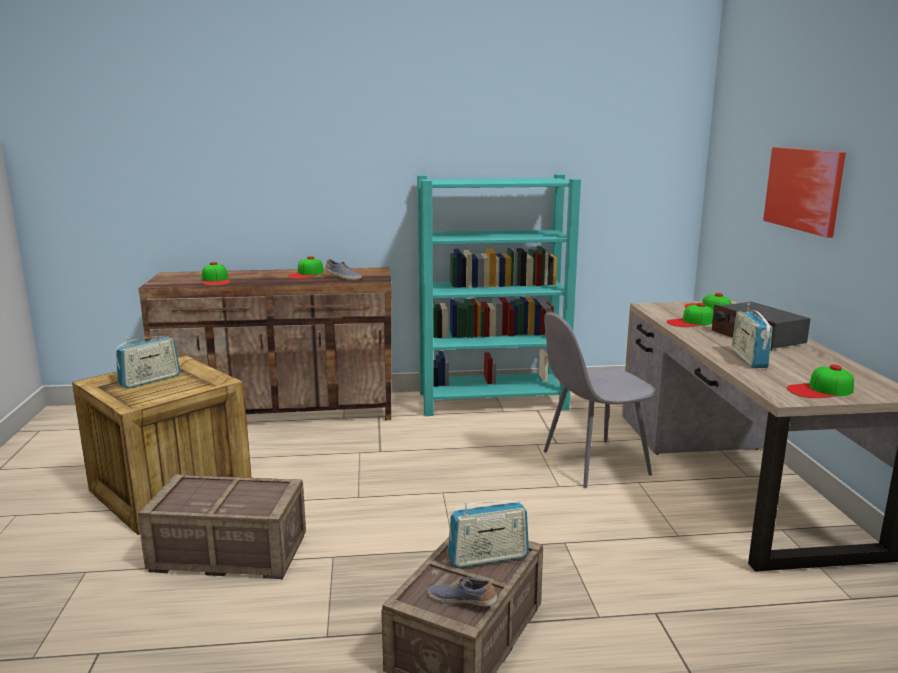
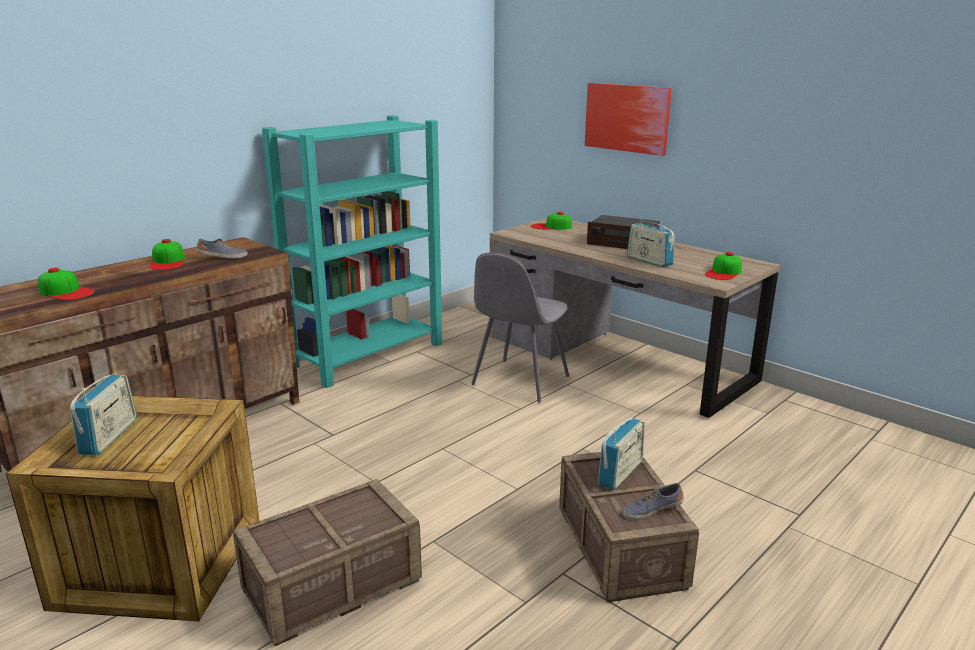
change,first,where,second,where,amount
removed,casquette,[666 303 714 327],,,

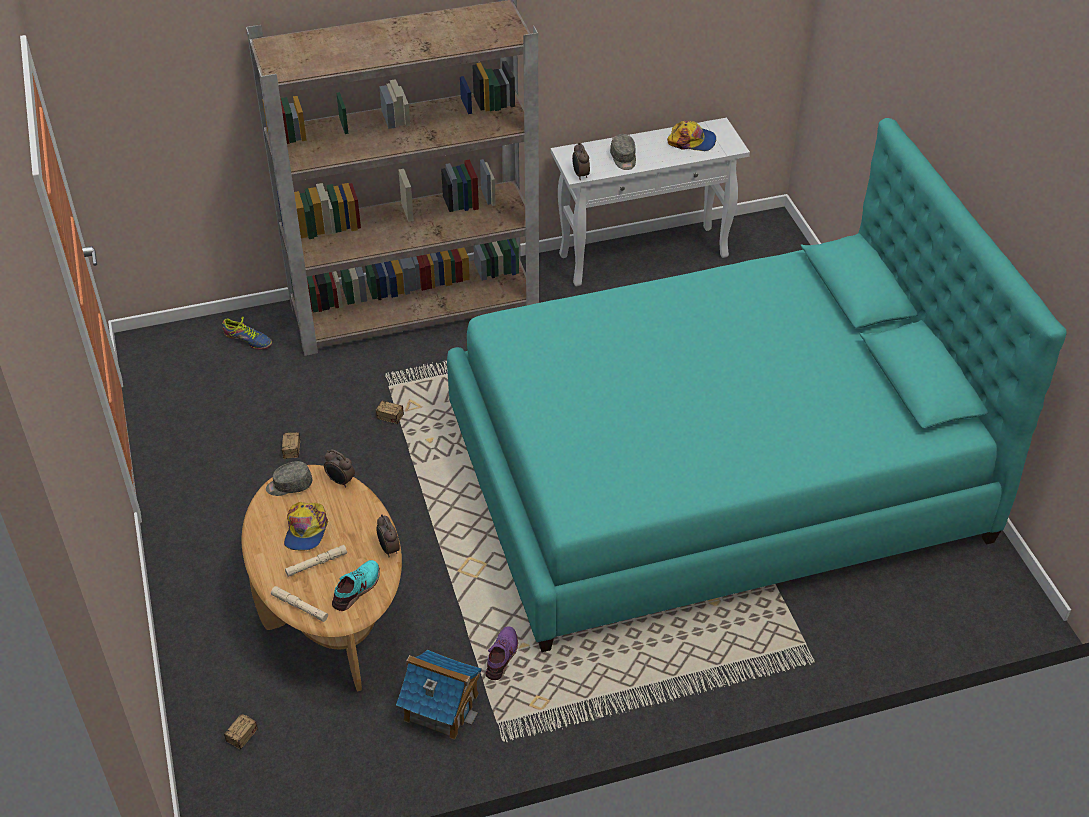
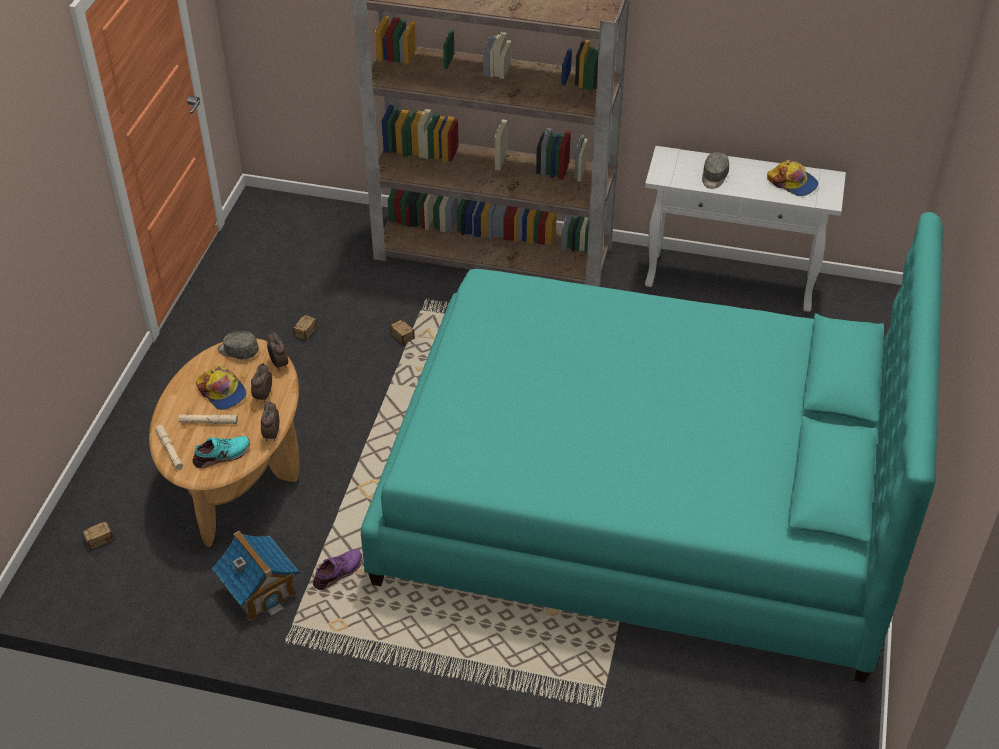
change,first,where,second,where,amount
removed,chaussure,[222 316 272 350],,,
moved,réveil,[572 142 590 180],,[251 363 272 402],
turned,casquette,[284 502 328 551],,[196 366 246 410],75 degrees counterclockwise

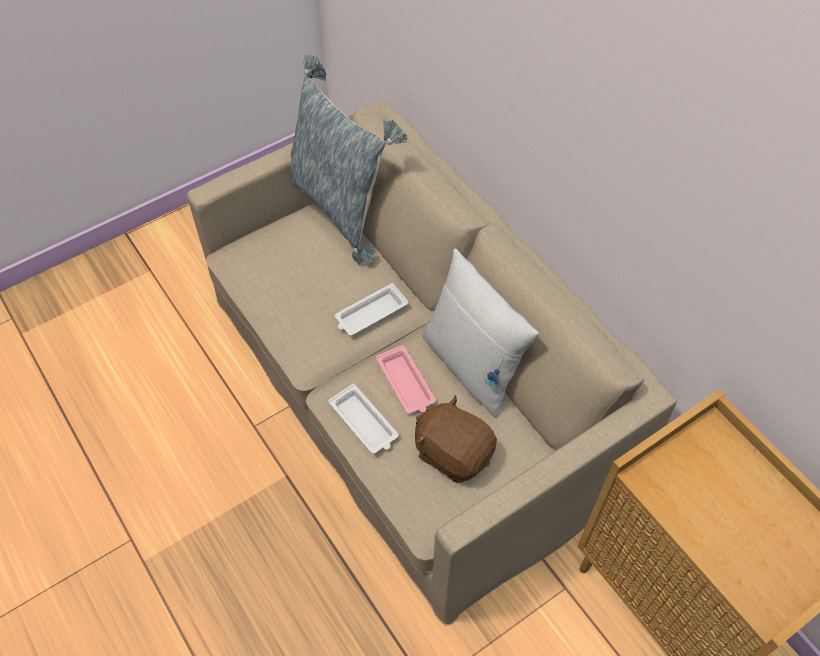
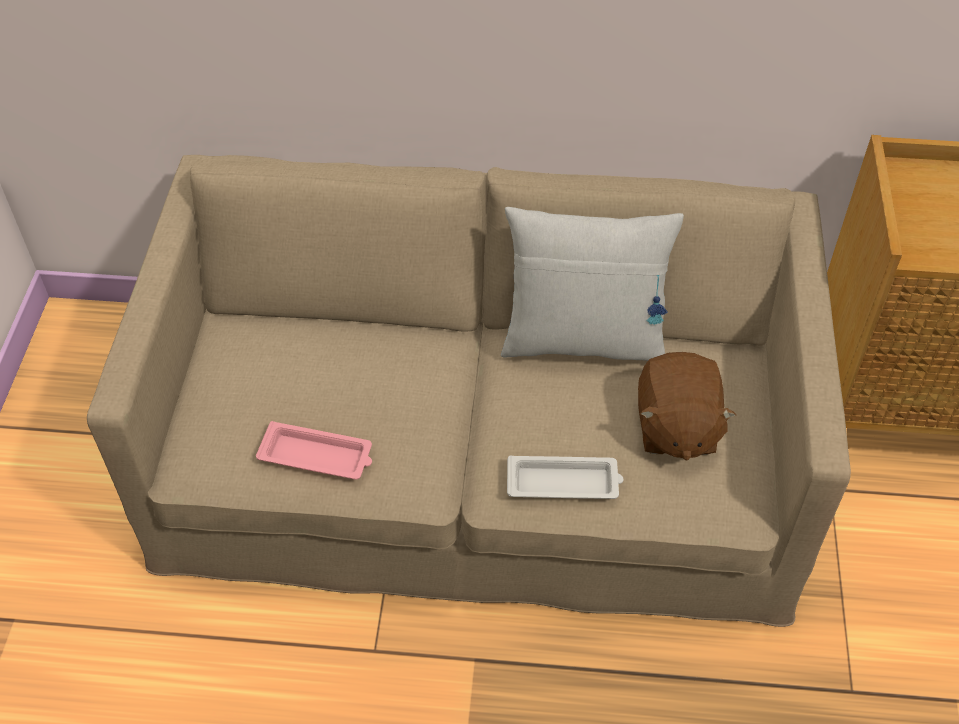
change,first,where,second,where,amount
removed,coussin,[290 55 408 265],,,
removed,plateau/blanc,[335 283 409 336],,,
moved,plateau/rose,[376 345 436 414],,[256 421 372 480],
turned,peluche/marron,[415 395 497 483],,[638 352 736 461],75 degrees counterclockwise

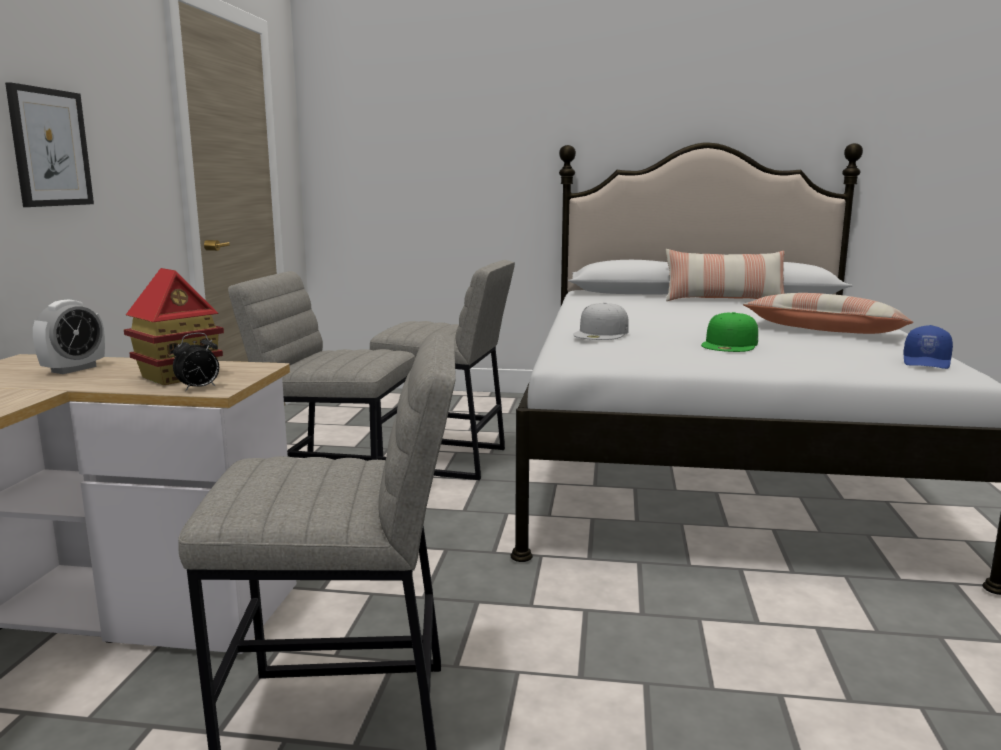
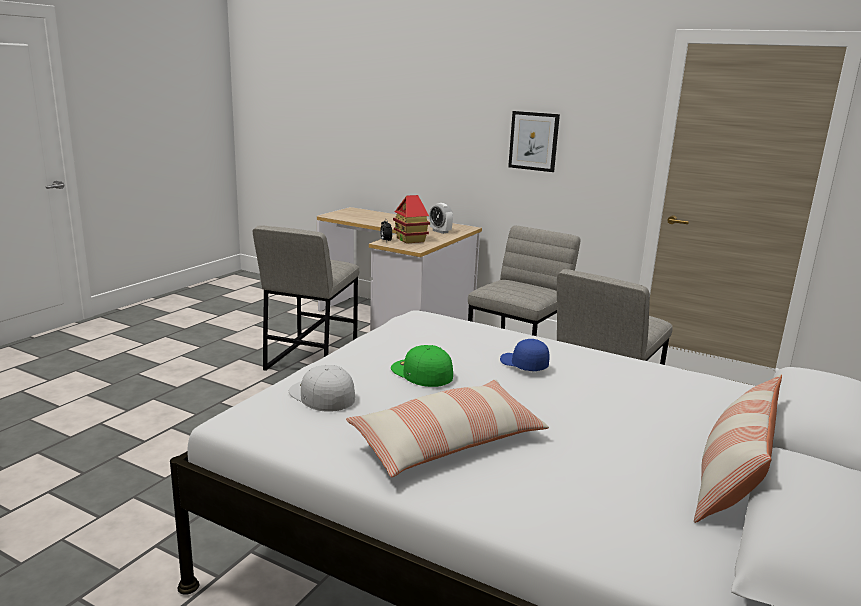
change,first,where,second,where,amount
moved,casquette/blanc,[573 302 629 340],,[289 365 355 412],
moved,casquette/bleu,[903 325 953 369],,[500 339 550 371],

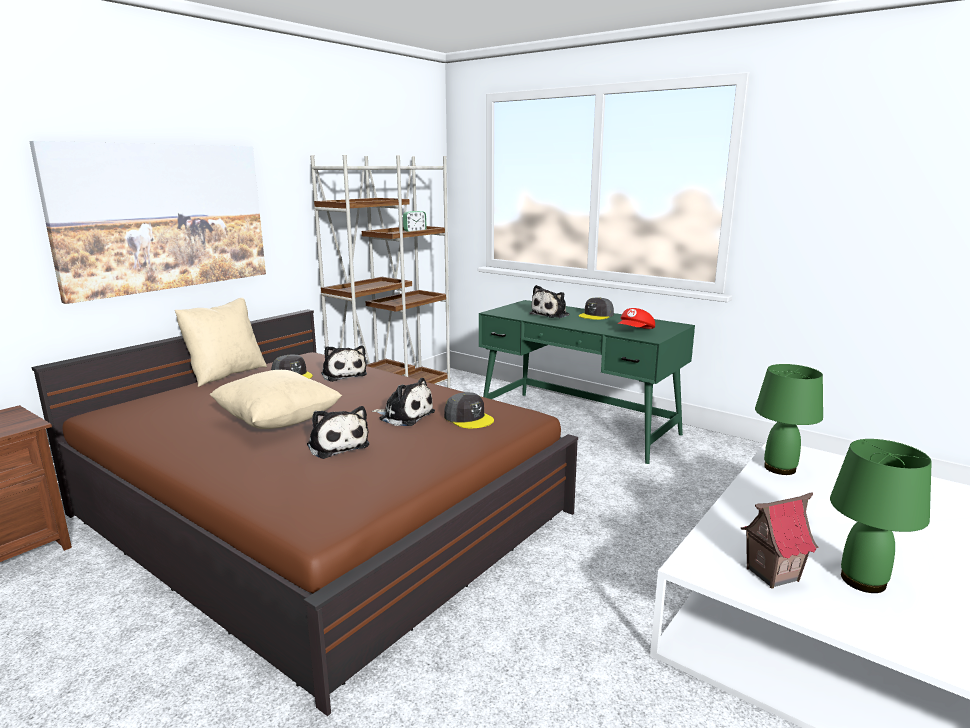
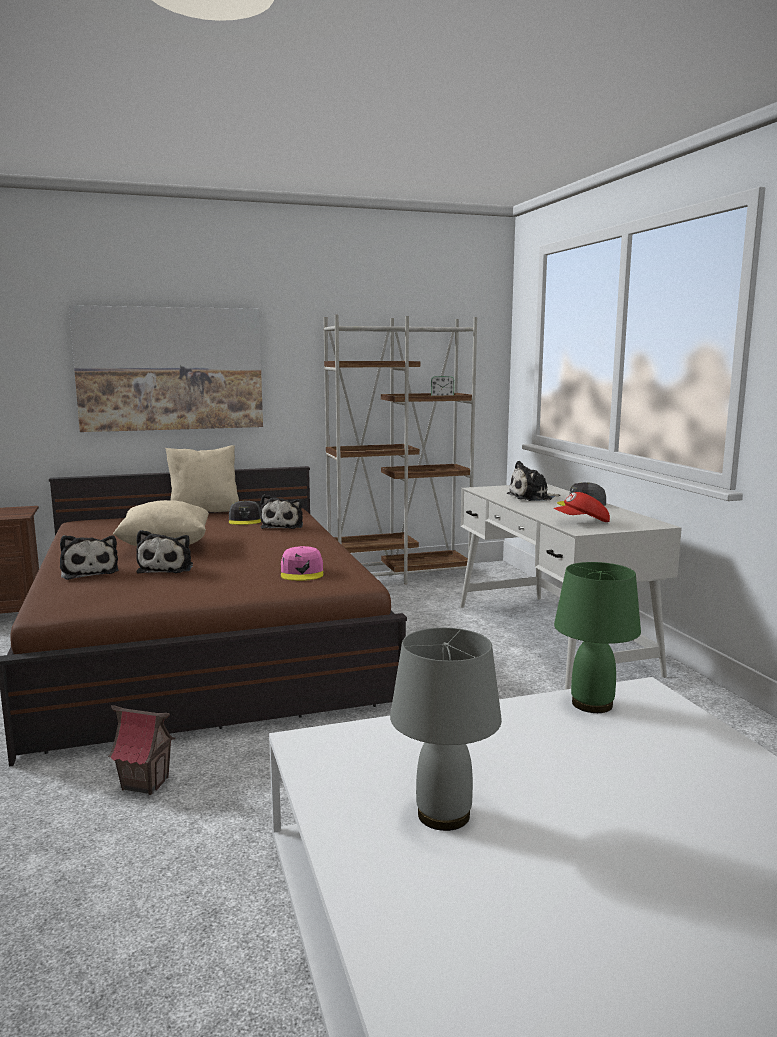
change,first,where,second,where,amount
moved,peluche,[372 378 435 426],,[60 535 119 580],
moved,maison miniature,[741 492 819 589],,[108 705 176 795],
recoloured,casquette/gris,[444 392 494 428],casquette/rose,[281 546 324 581],
recoloured,bureau/vert,[479 300 695 464],bureau/blanc,[460 484 682 690],
recoloured,lampe de table/vert,[830 439 932 593],lampe de table/gris,[390 628 502 831],

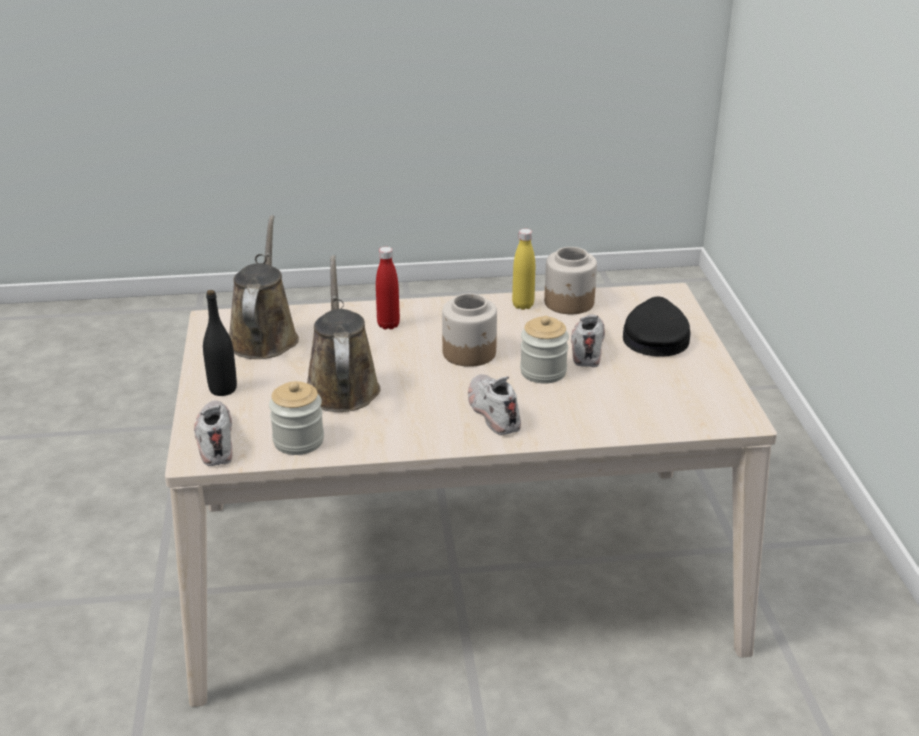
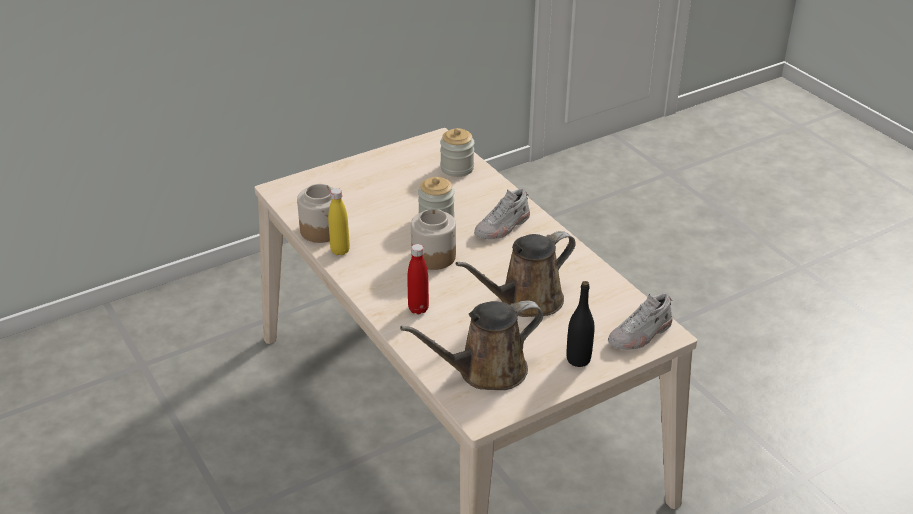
change,first,where,second,where,amount
removed,chaussure/blanc,[571 314 605 367],,,
removed,casquette/noir,[623 297 691 357],,,
moved,bocal,[269 381 324 455],,[440 128 475 177],

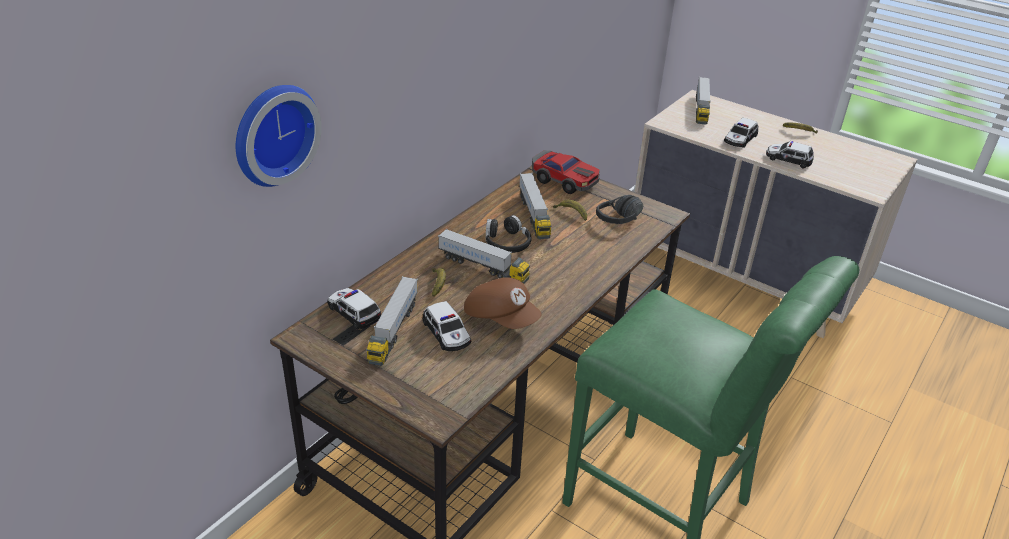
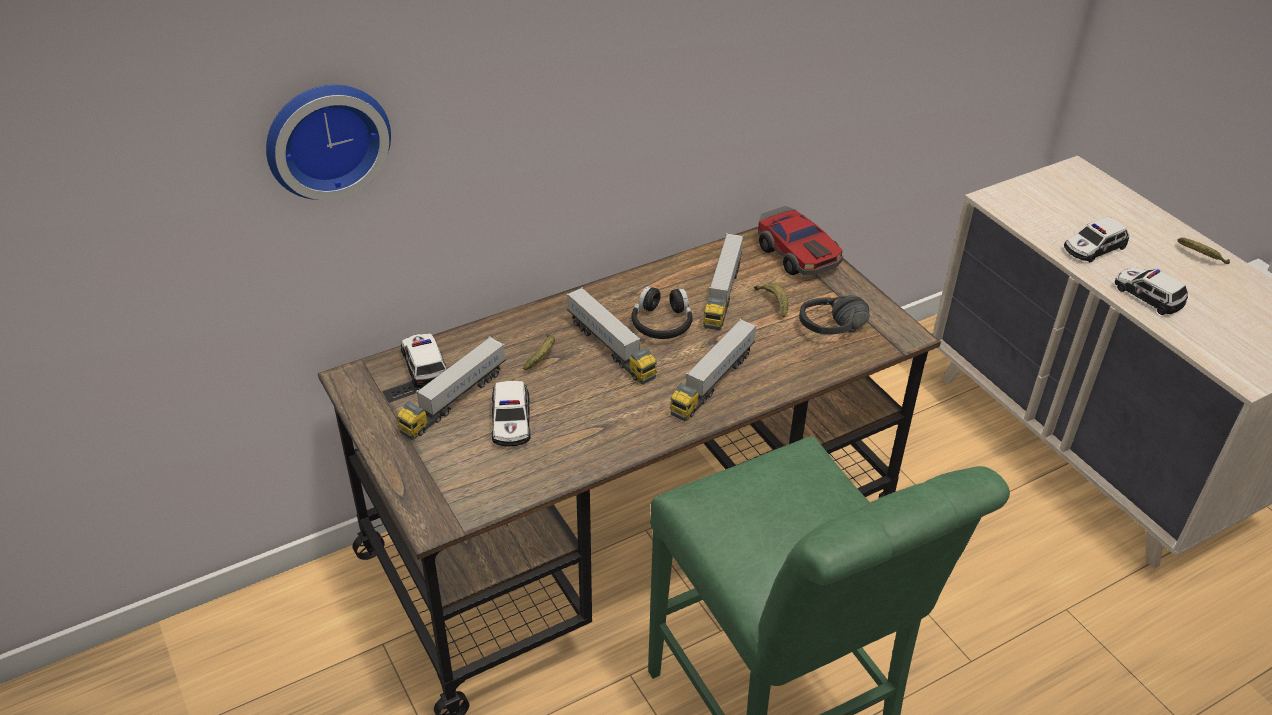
change,first,where,second,where,amount
removed,casquette/marron,[464 277 542 329],,,
moved,camion jouet,[696 77 711 125],,[670 319 757 421],

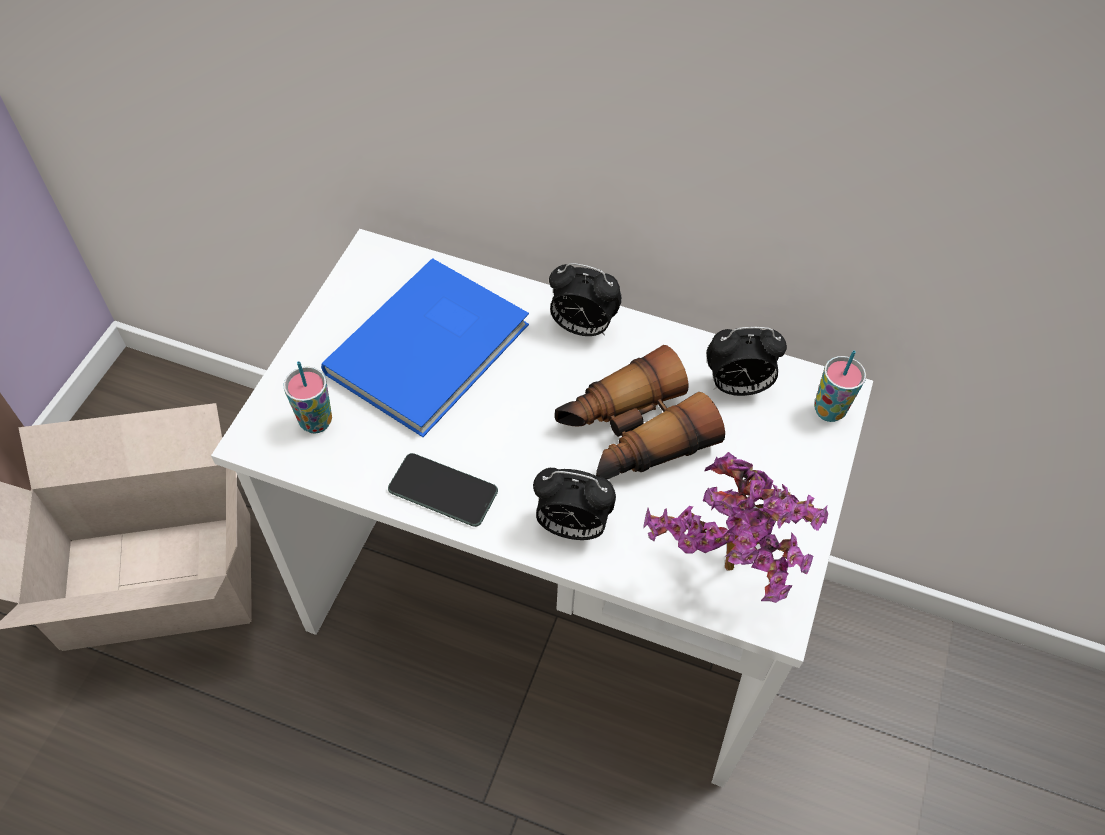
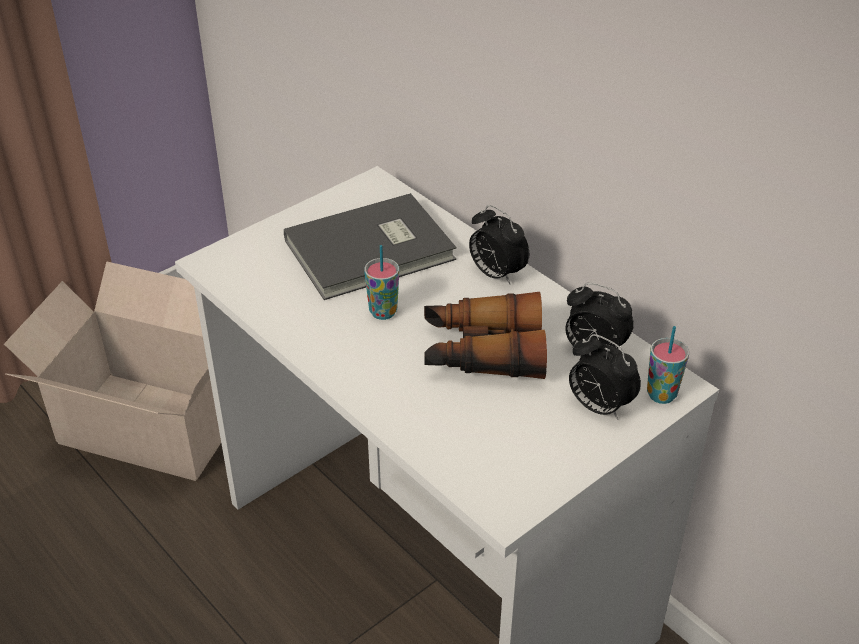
change,first,where,second,where,amount
removed,téléphone,[388 453 498 527],,,
removed,plante en pot,[643 452 828 603],,,
moved,tasse,[284 361 332 433],,[364 245 399 320],
moved,réveil,[533 468 616 540],,[569 334 641 420],
recoloured,livre/bleu,[321 258 529 437],livre/gris,[284 193 457 300],

